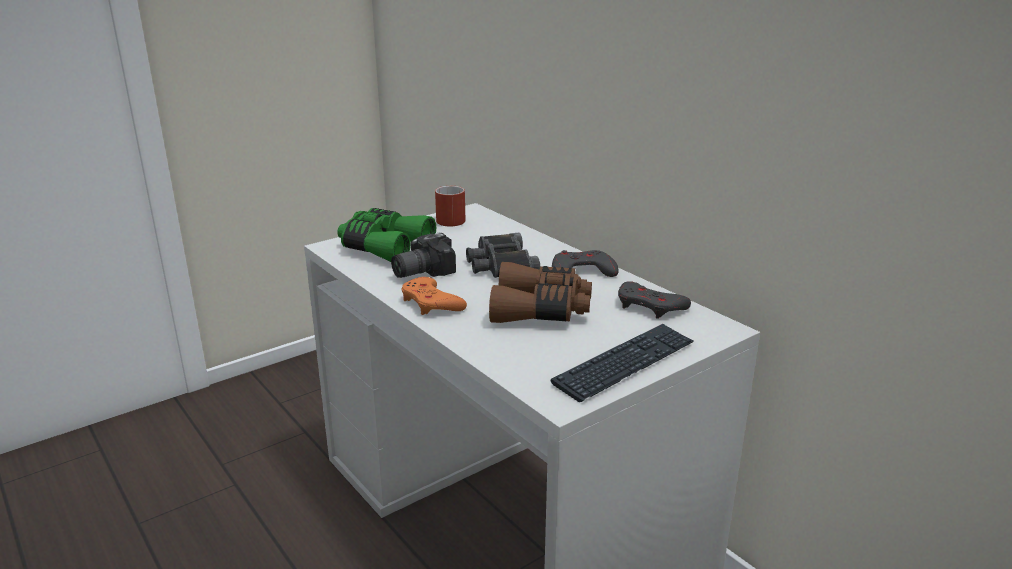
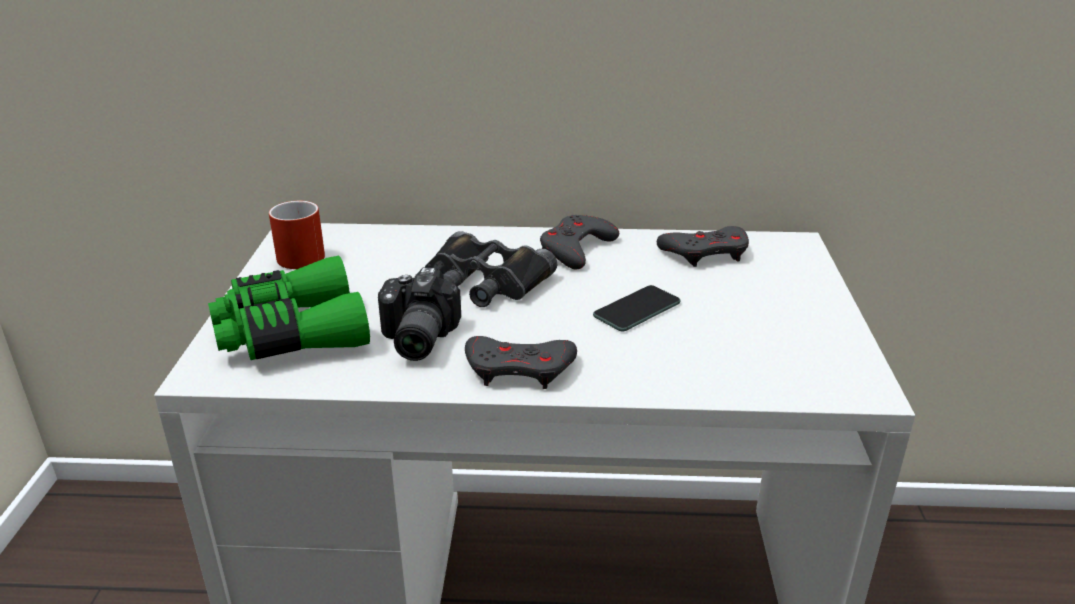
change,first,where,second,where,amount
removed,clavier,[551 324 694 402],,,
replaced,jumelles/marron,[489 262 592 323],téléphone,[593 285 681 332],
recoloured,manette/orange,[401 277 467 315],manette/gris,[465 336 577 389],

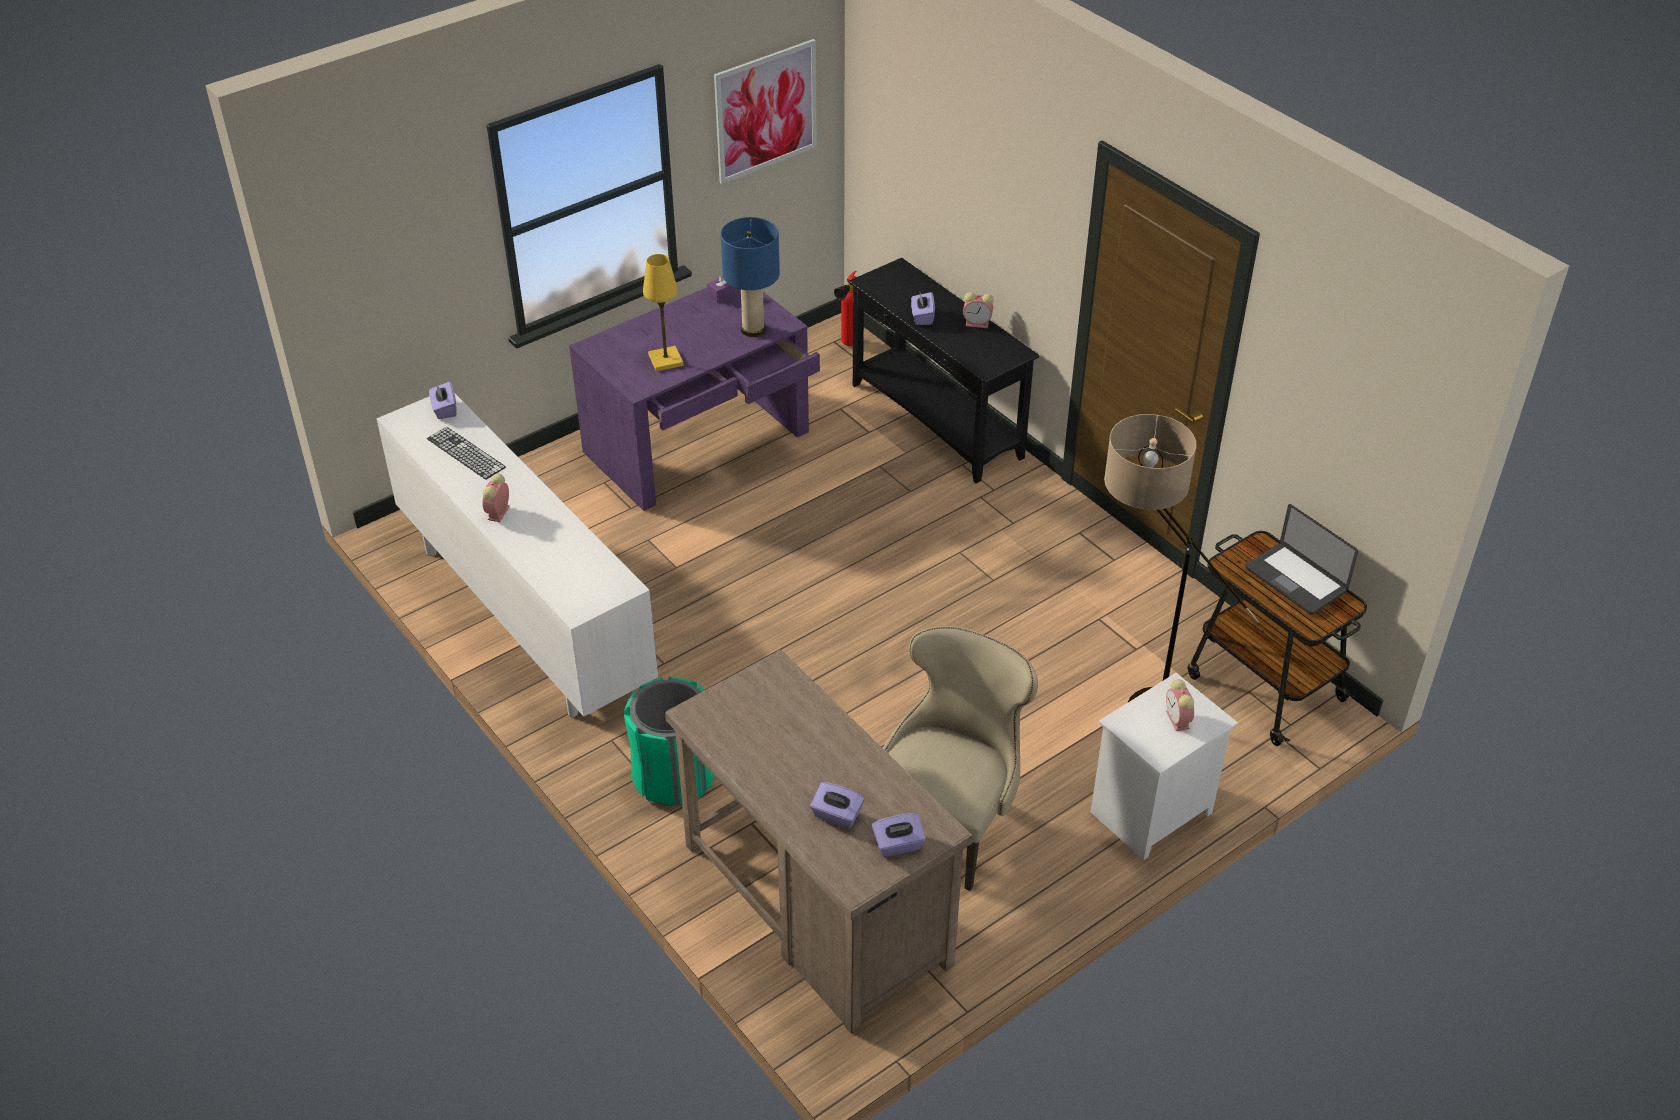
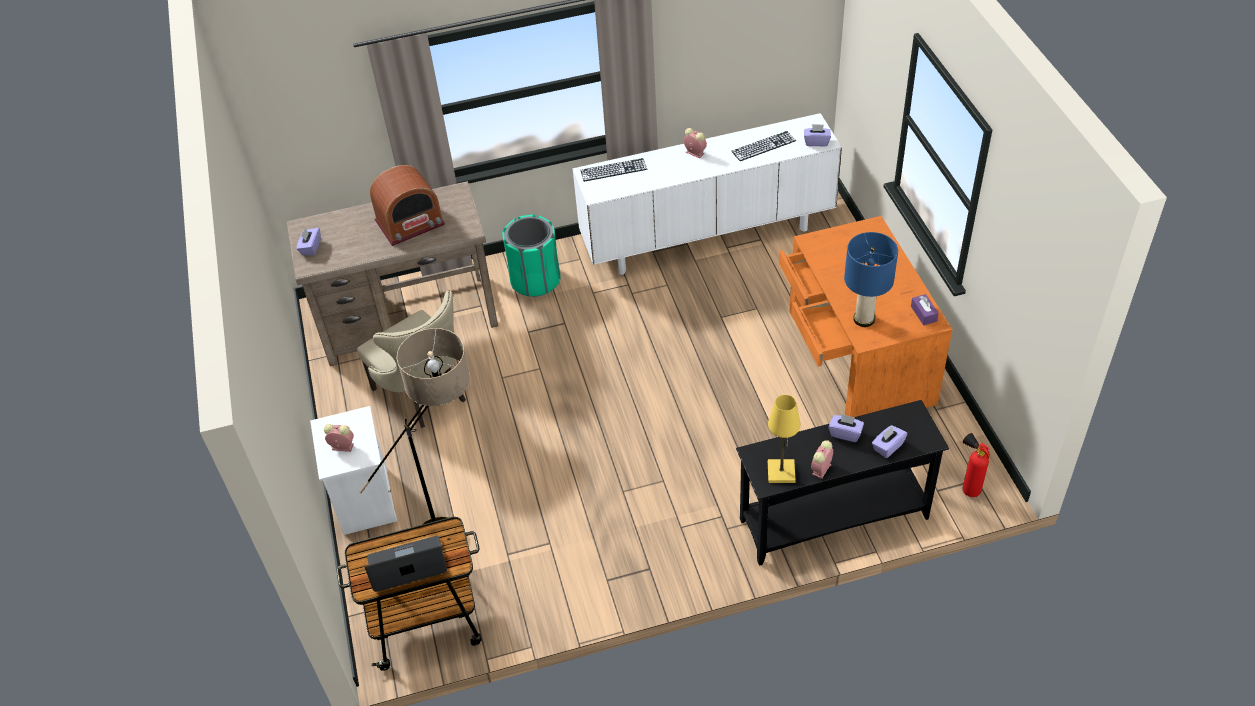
change,first,where,second,where,amount
removed,tableau,[714 39 817 184],,,
added,,,radio,[370 165 445 246],
added,,,clavier,[580 158 647 182],
moved,lampe de table/jaune,[643 254 684 371],,[768 395 801 483],
moved,boîte à mouchoirs/violet,[810 782 865 829],,[872 425 907 458],
recoloured,bureau/violet,[569 288 820 511],bureau/orange,[779 216 953 417],

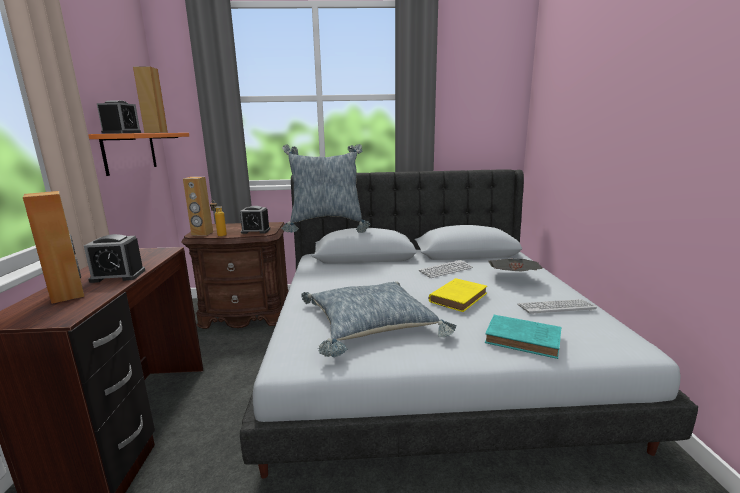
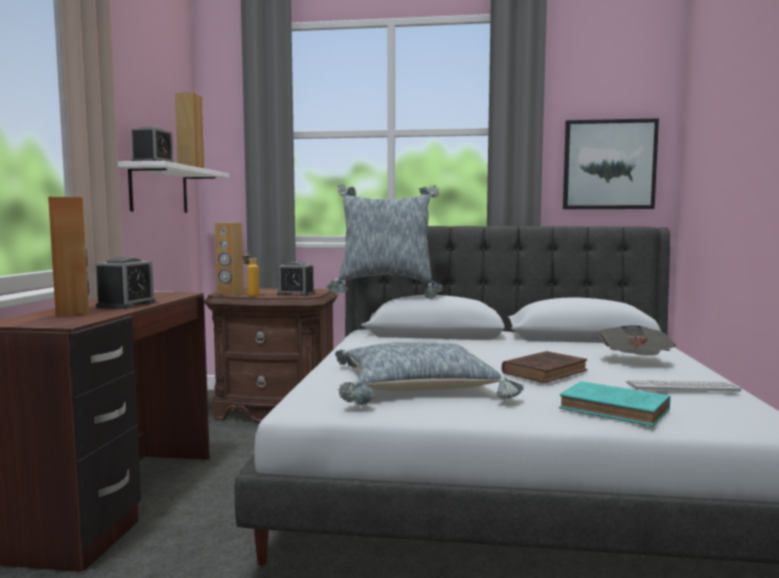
change,first,where,second,where,amount
removed,clavier,[419 260 473 278],,,
added,,,tableau,[563 118 659 209],
recoloured,étagère/orange,[88 133 189 176],étagère/blanc,[118 161 229 213],
recoloured,livre/jaune,[429 278 487 312],livre/marron,[502 351 588 383],
turned,réveil,[84 234 145 283],,[96 257 156 309],75 degrees counterclockwise

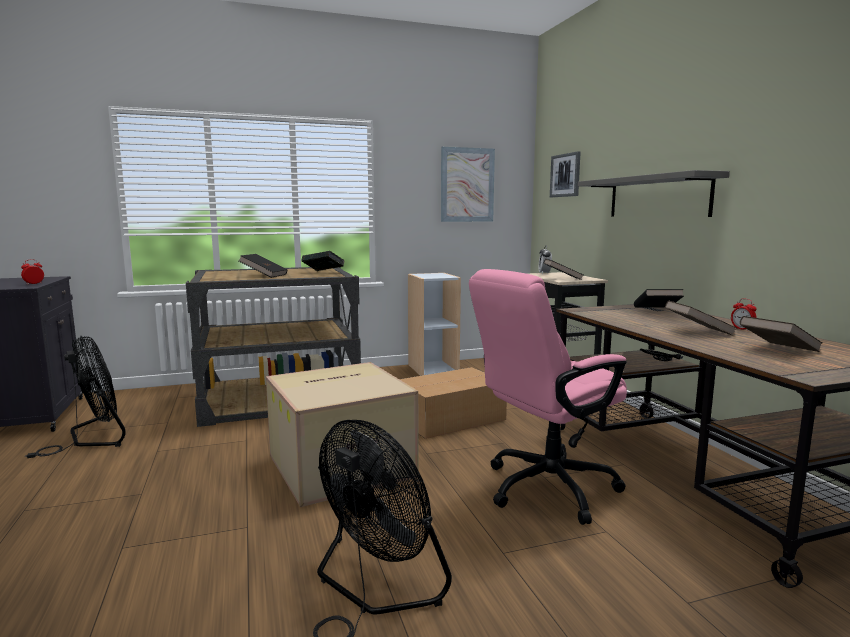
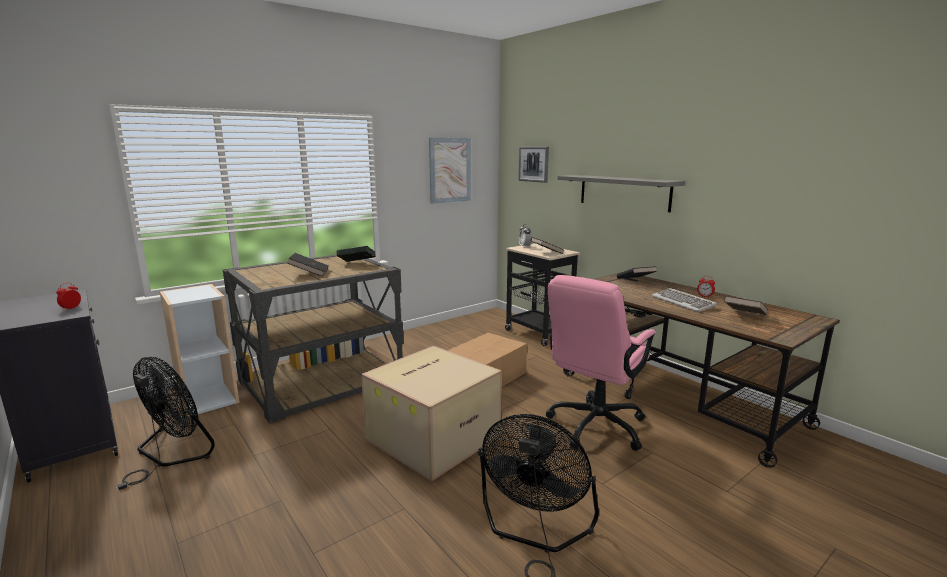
change,first,where,second,where,amount
moved,bibliothèque,[408 273 461 376],,[160 284 239 417],
replaced,livre/marron,[665 301 736 336],clavier,[651 288 718 312],

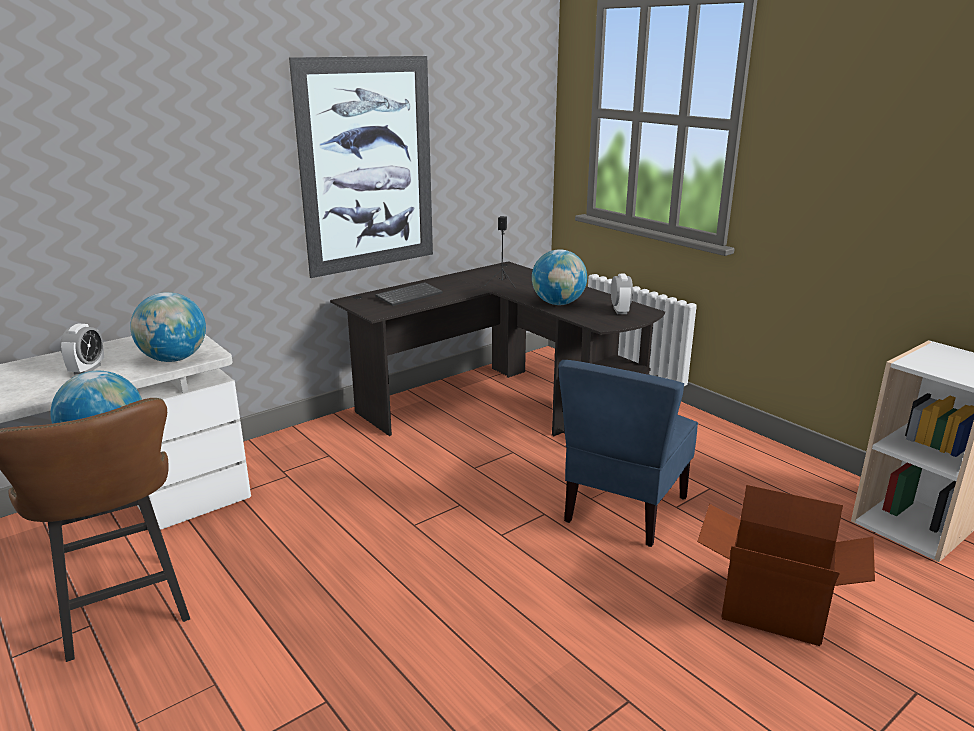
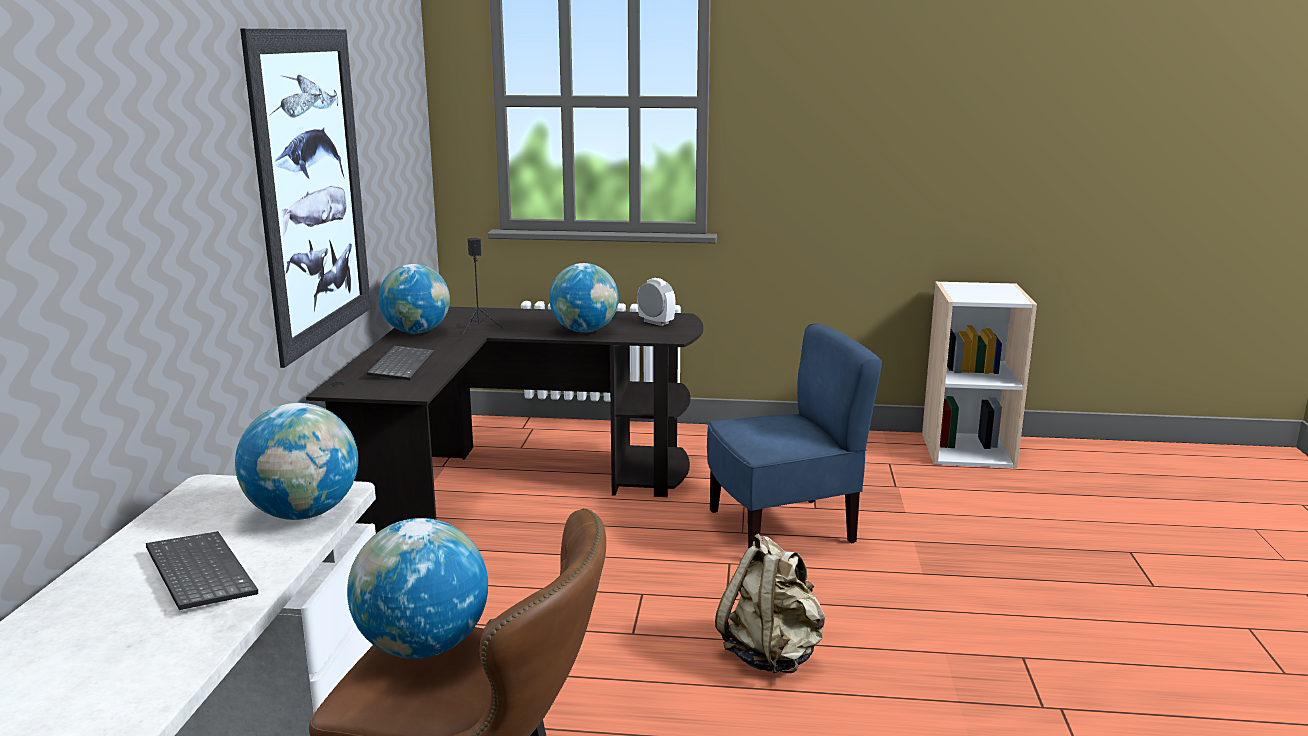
change,first,where,second,where,amount
removed,carton,[697 485 875 646],,,
added,,,globe,[379 264 450 334],
added,,,sac à dos/beige,[715 533 825 673],
replaced,réveil,[60 323 104 375],clavier,[146 531 258 610],
turned,chaise/bleu,[559 360 698 547],,[707 324 882 548],90 degrees counterclockwise

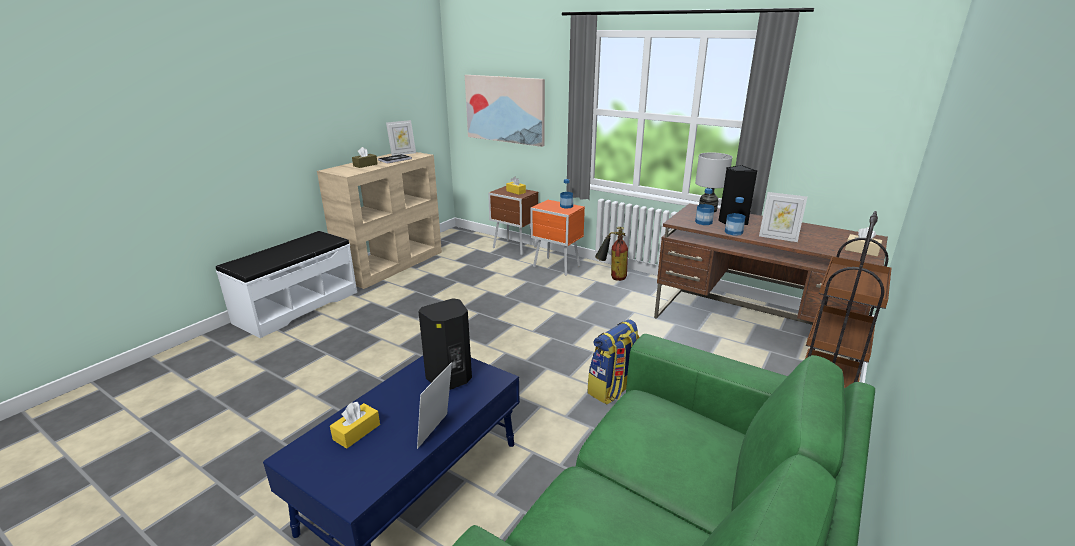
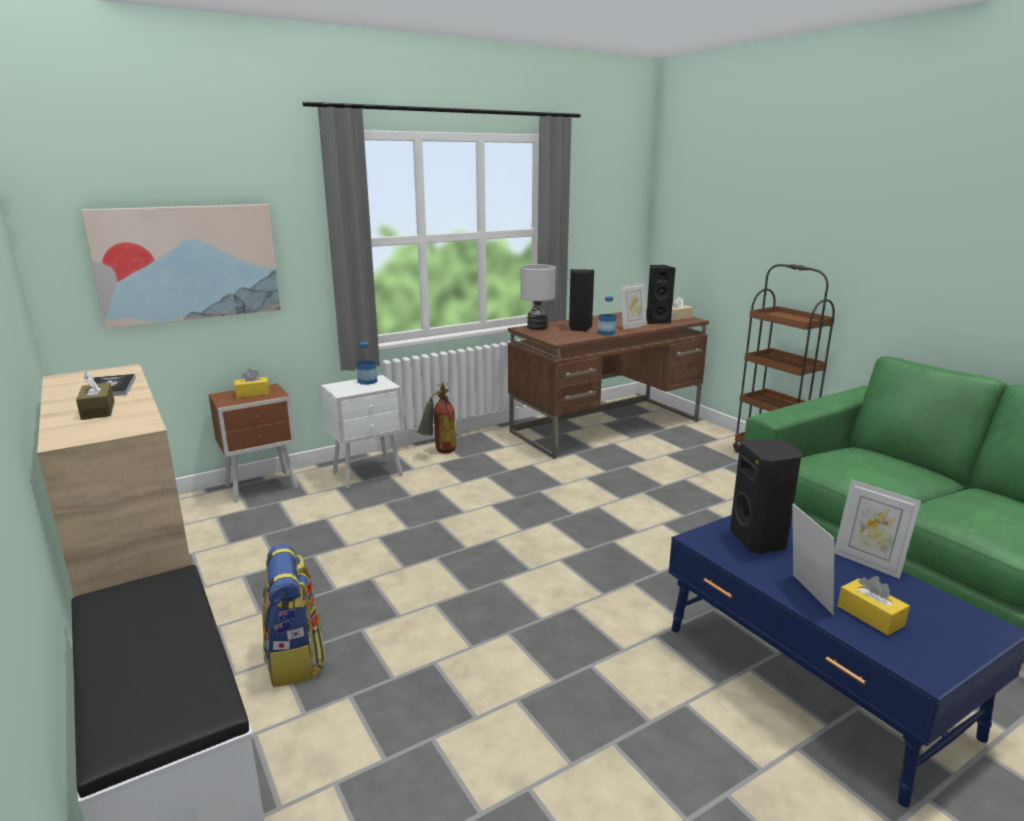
change,first,where,second,where,amount
removed,bouteille,[695 188 714 225],,,
added,,,enceinte/noir,[646 265 676 324],
moved,cadre photo,[386 120 416 156],,[792 503 835 615],
moved,sac à dos,[587 319 639 405],,[262 544 326 687],
recoloured,table de chevet/orange,[530 200 585 276],table de chevet/blanc,[321 375 403 489],

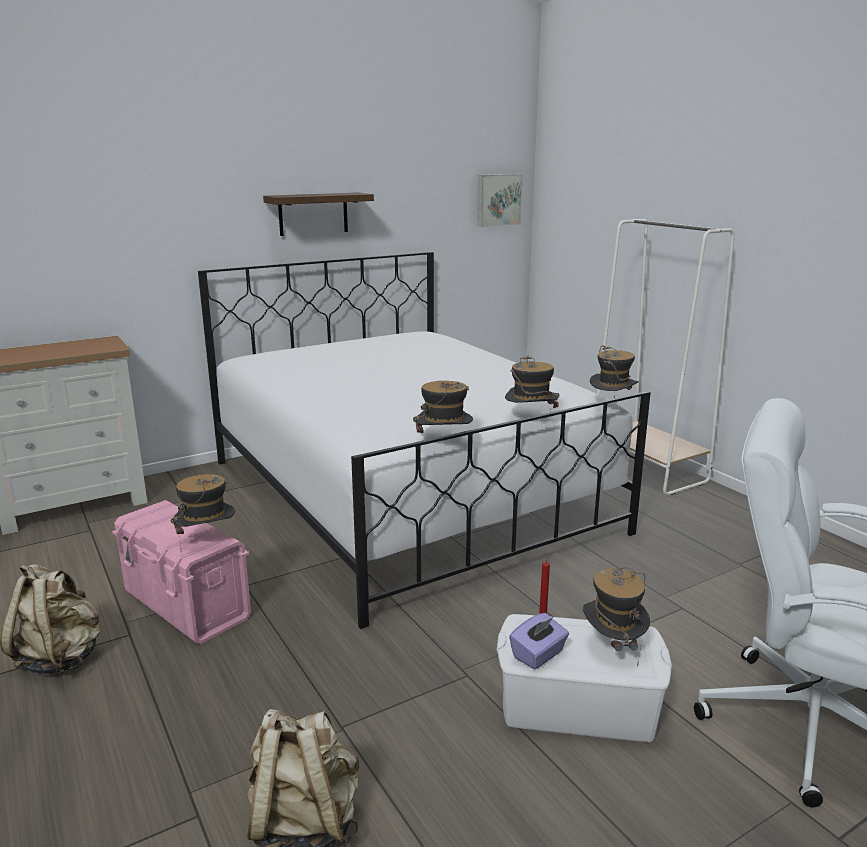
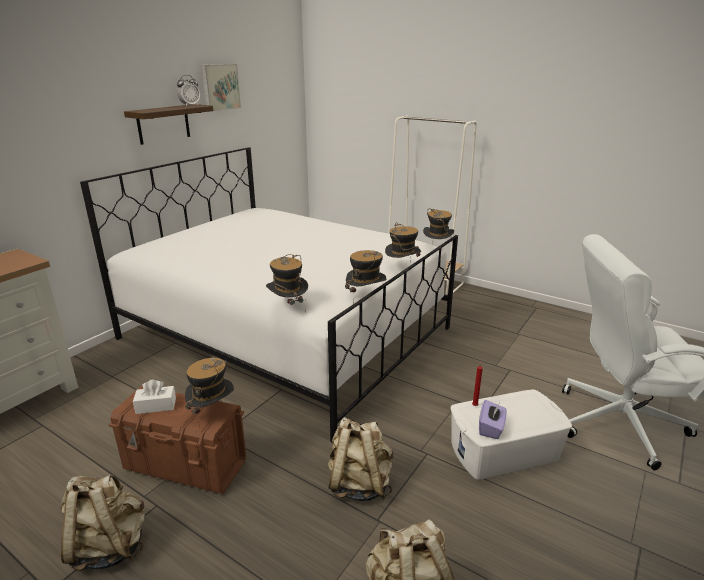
change,first,where,second,where,amount
added,,,boîte à mouchoirs/blanc,[133 379 176 414],
added,,,réveil,[177 75 200 107],
added,,,sac à dos/beige,[328 417 393 501],
moved,tableau,[477 174 523 227],,[201 64 241 112],
moved,chapeau,[583 567 650 667],,[266 254 308 312],
recoloured,boîte de rangement/rose,[112 500 251 644],boîte de rangement/marron,[109 386 246 494],

